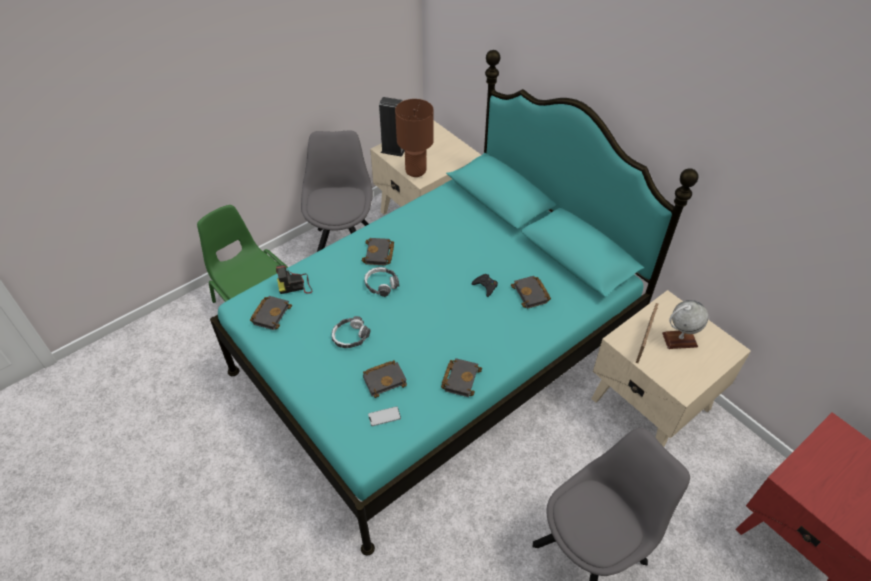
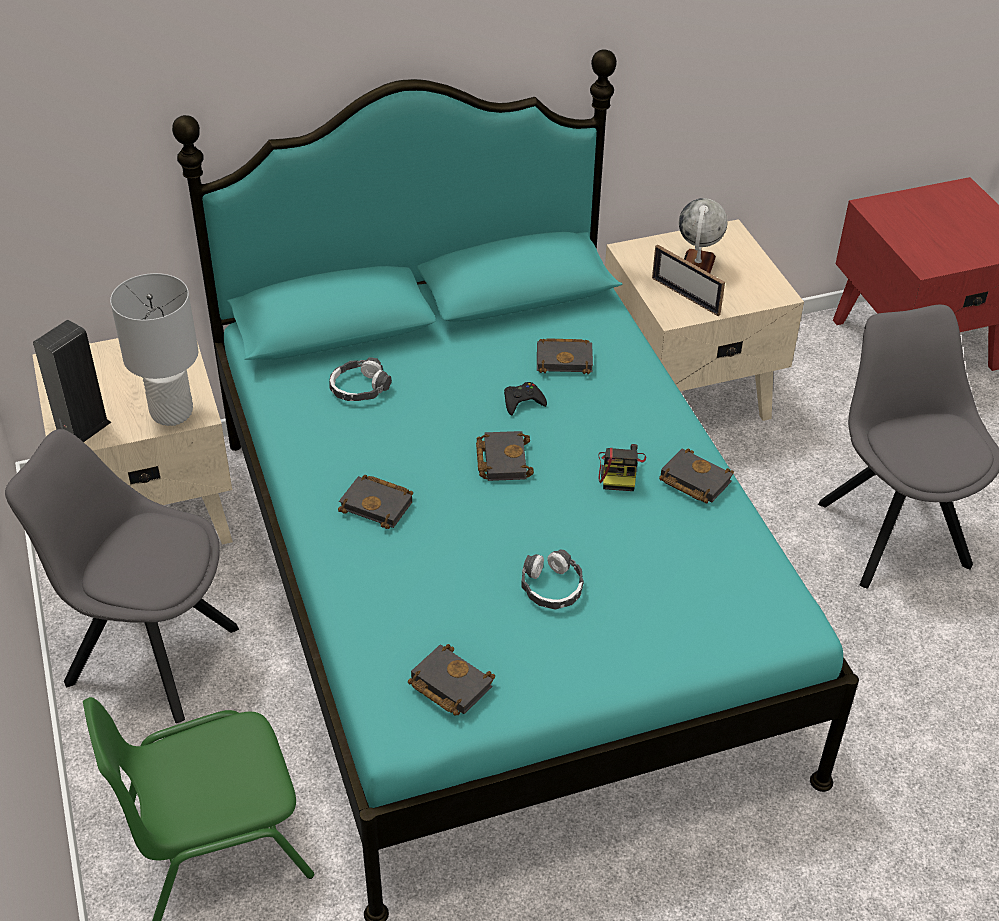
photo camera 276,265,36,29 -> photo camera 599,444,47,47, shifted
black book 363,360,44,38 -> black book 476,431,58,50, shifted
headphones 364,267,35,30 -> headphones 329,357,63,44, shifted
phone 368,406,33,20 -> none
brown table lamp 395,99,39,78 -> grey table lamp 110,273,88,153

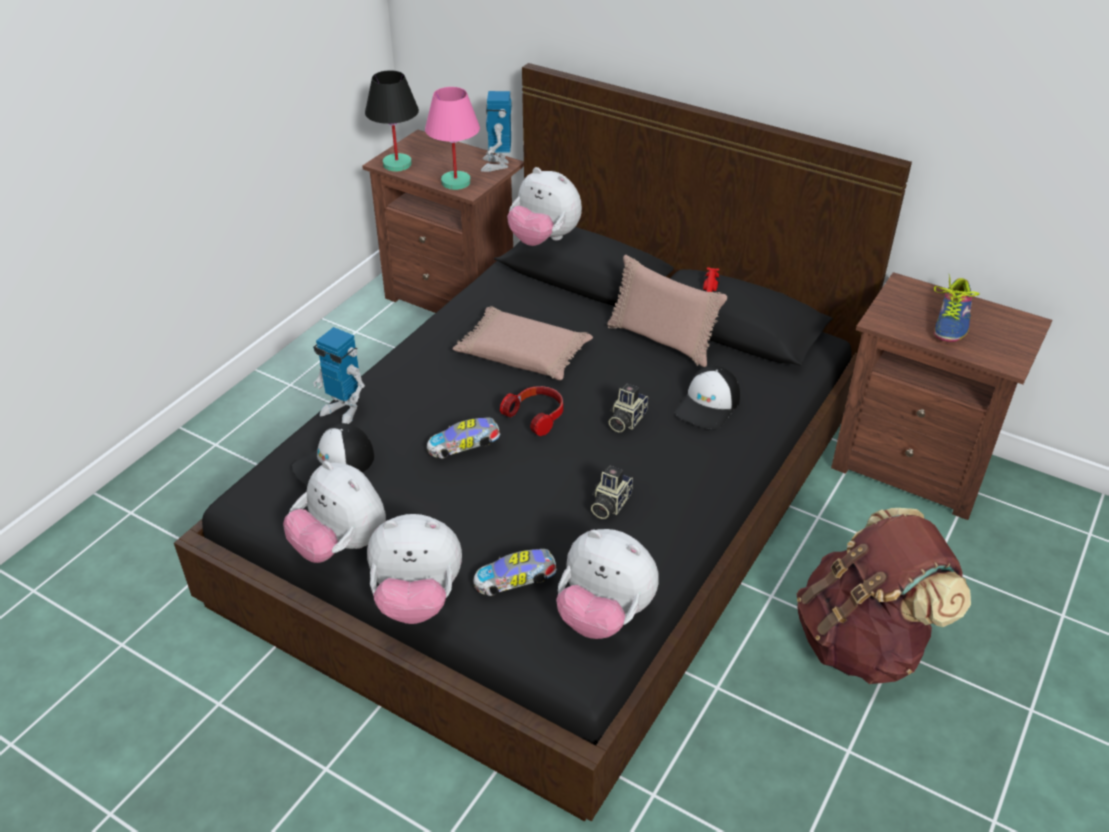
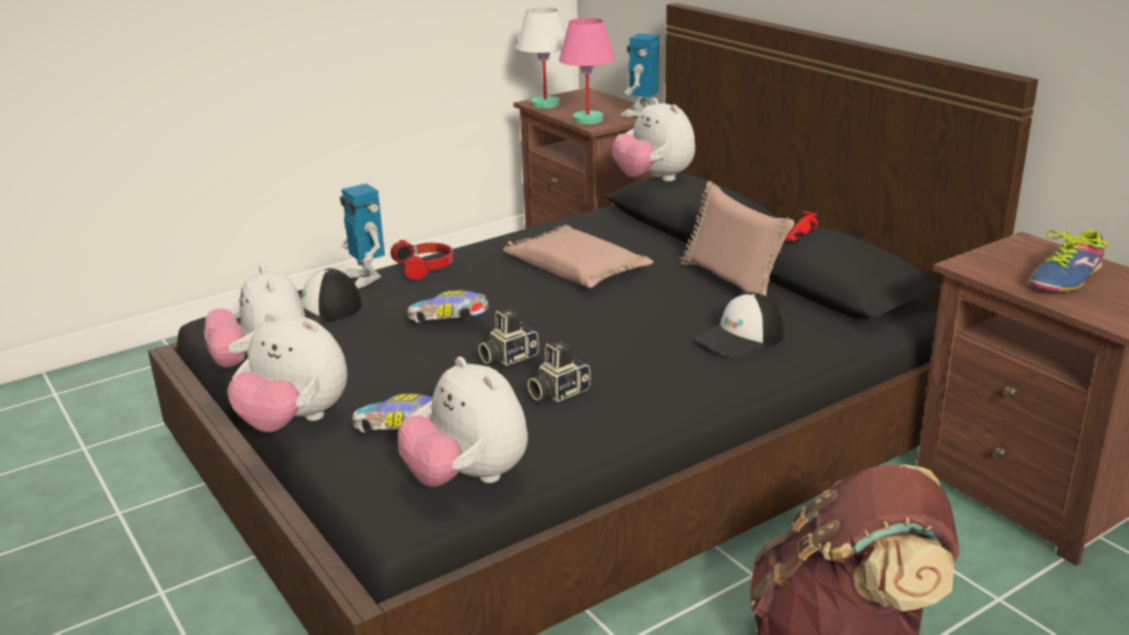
black table lamp 365,70,54,101 -> white table lamp 517,7,49,102
headphones 500,386,63,50 -> headphones 390,240,64,41, shifted
photo camera 609,383,39,49 -> photo camera 478,309,61,57, shifted

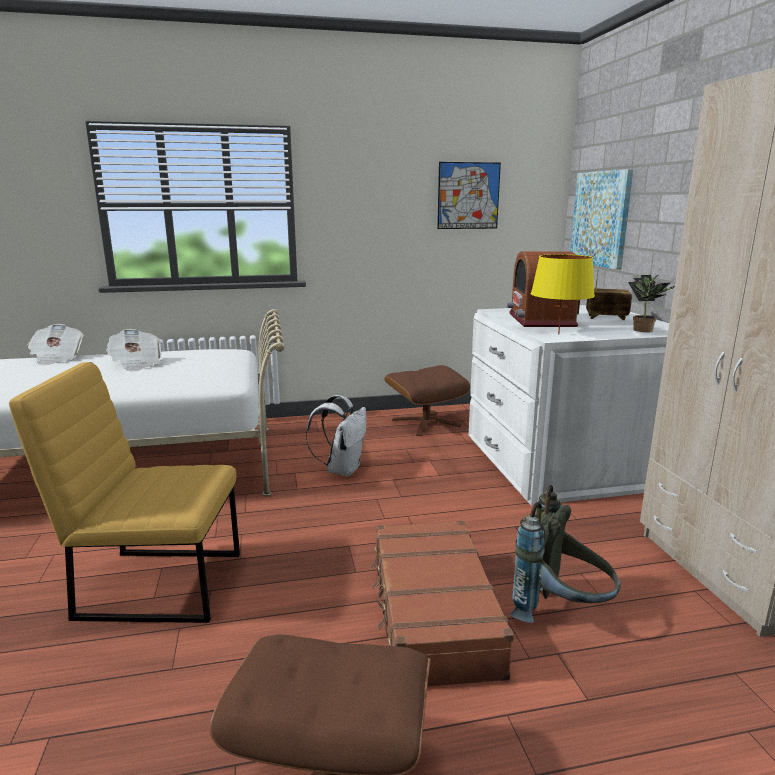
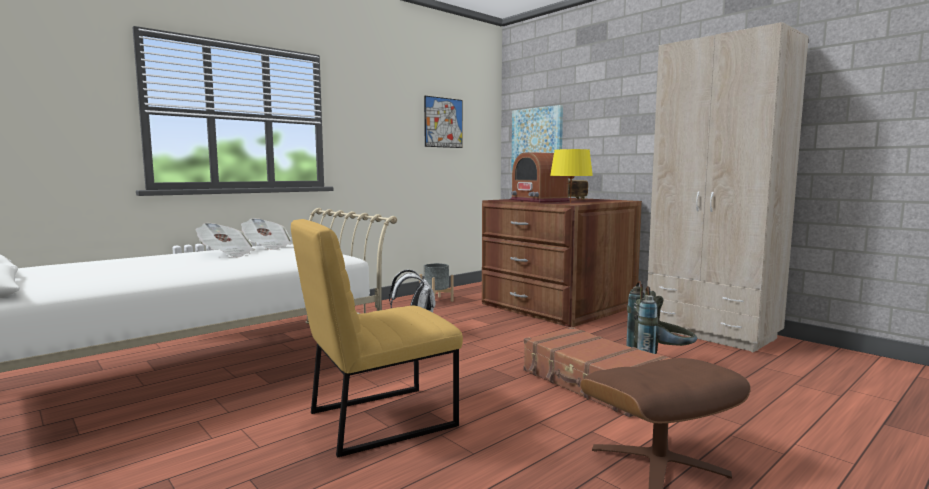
newspaper 27,324,57,41 -> newspaper 241,218,51,32, shifted
brown ottoman 384,365,87,71 -> grey planter 419,263,35,39
white dresser 469,305,200,201 -> brown dresser 482,198,160,129
potted plant 628,275,47,57 -> none

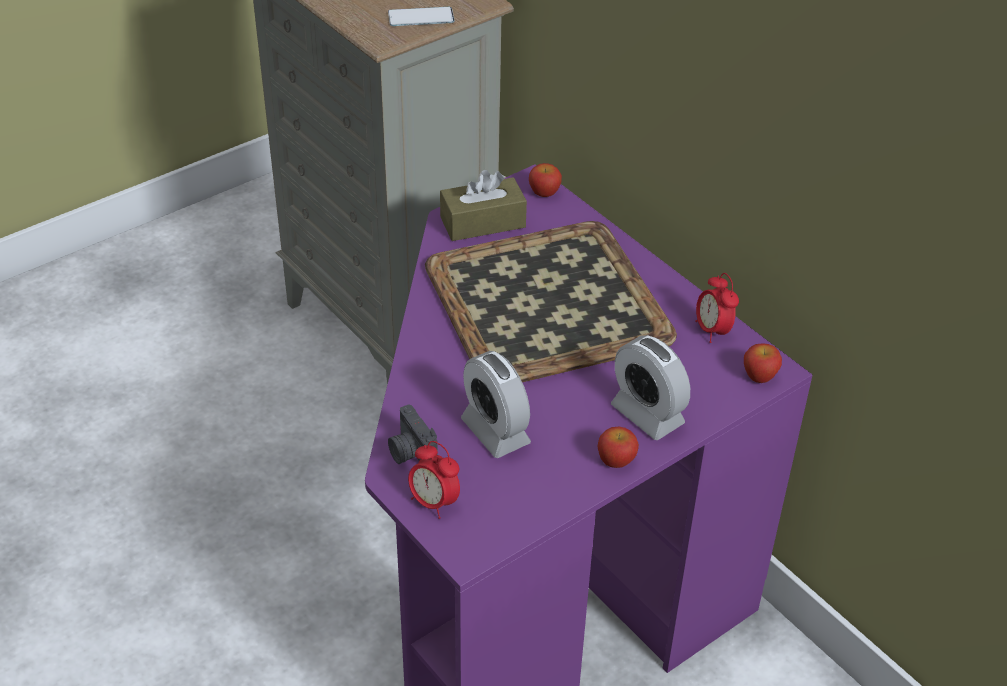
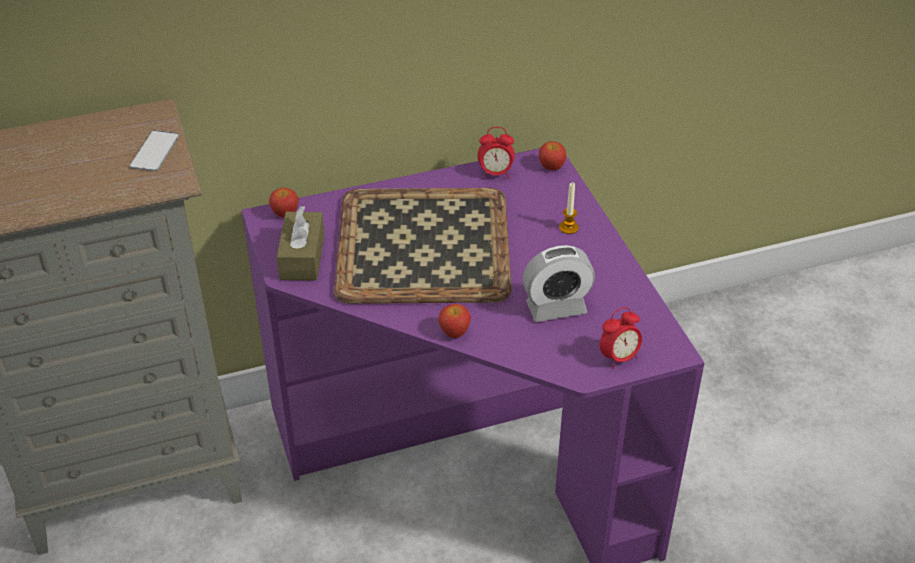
photo camera 388,405,50,59 -> none
apple 598,427,41,41 -> apple 438,304,33,34, shifted
alarm clock 611,335,79,105 -> candle 559,182,20,52

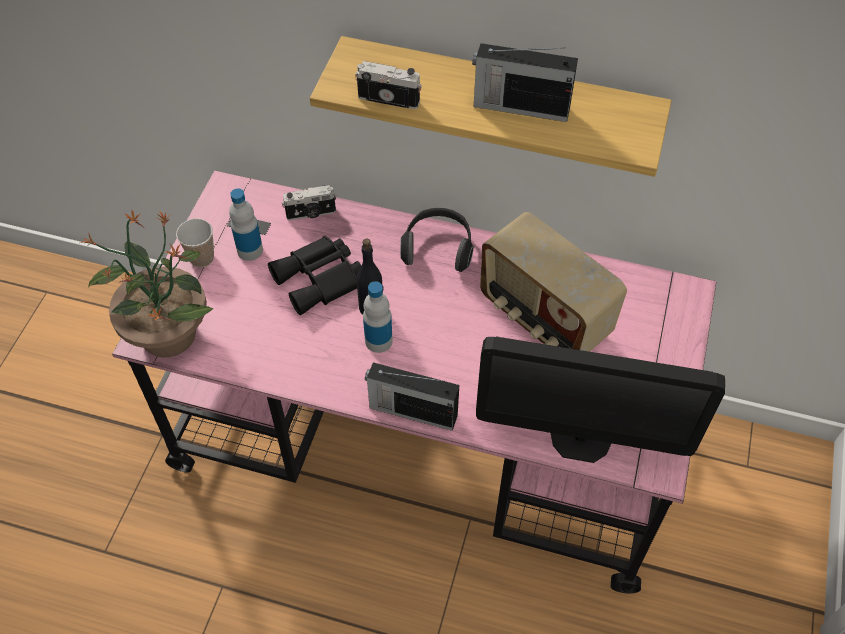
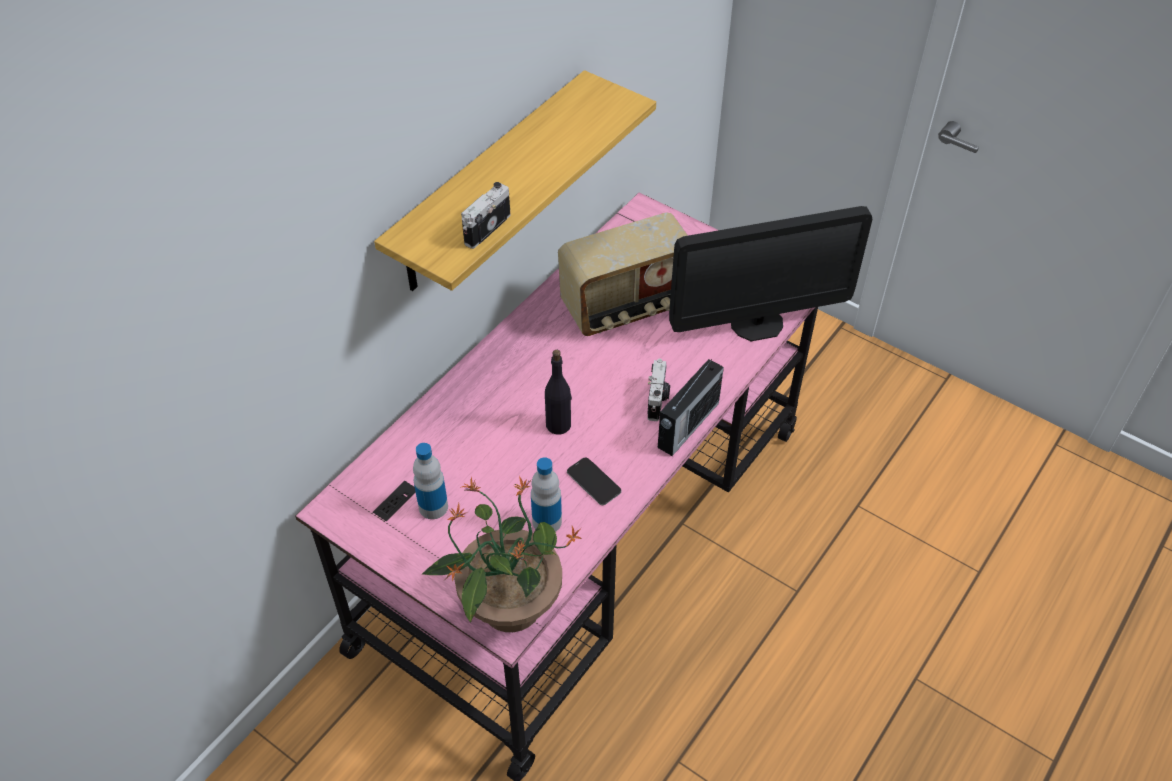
cup 176,218,38,49 -> none
black binoculars 268,236,93,79 -> none
photo camera 282,185,55,35 -> photo camera 647,358,23,63, shifted
bottle 363,281,30,72 -> bottle 531,457,31,75, shifted
headphones 400,208,74,64 -> none
radio 472,43,106,79 -> none
monitor 476,337,249,126 -> monitor 669,206,203,135, 45 degrees clockwise
none -> phone 567,457,54,48

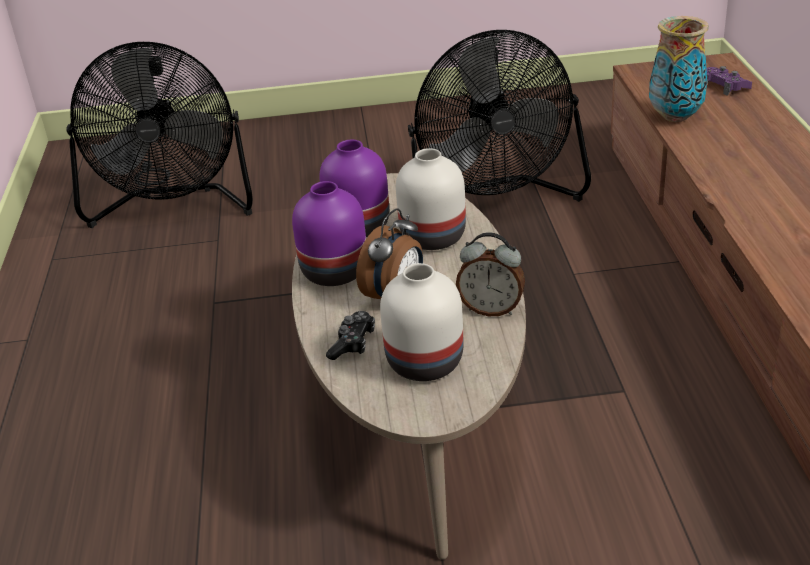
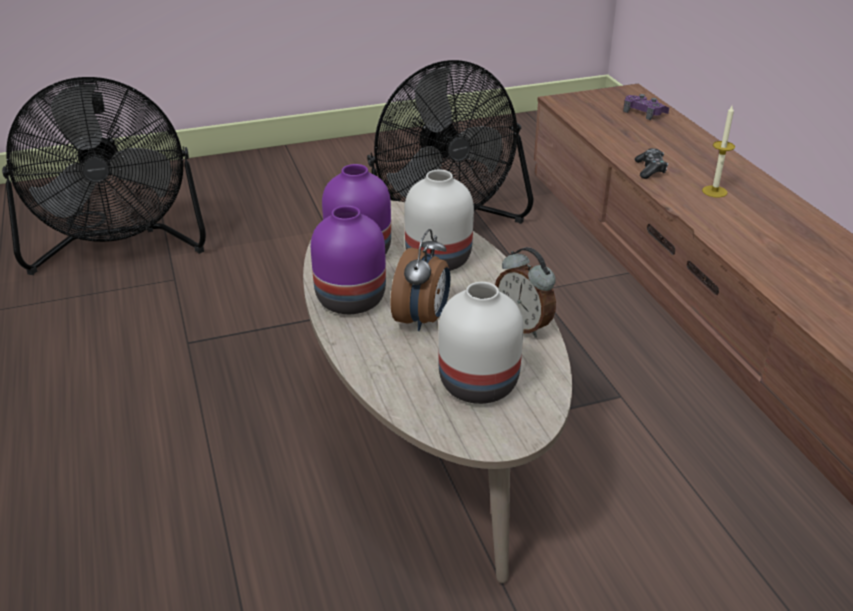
game controller 326,311,49,49 -> game controller 635,148,33,31, shifted
alarm clock 456,232,69,84 -> alarm clock 495,247,61,90, 45 degrees clockwise
vase 649,16,60,106 -> none
none -> candle 702,106,33,92

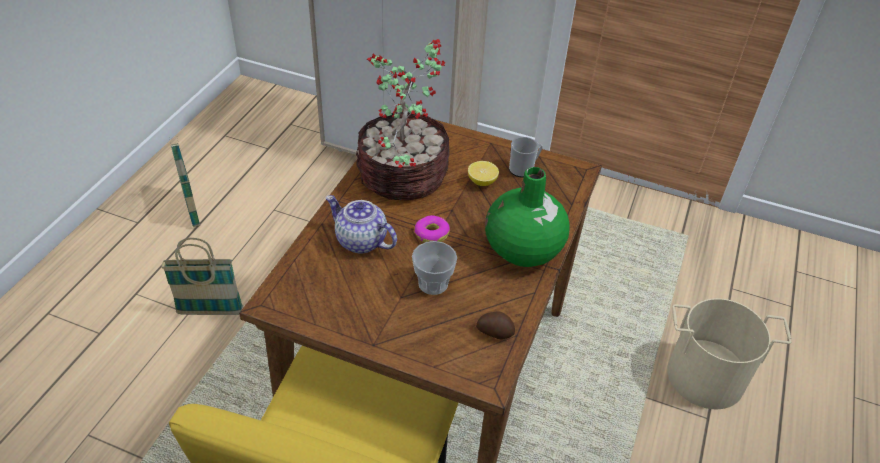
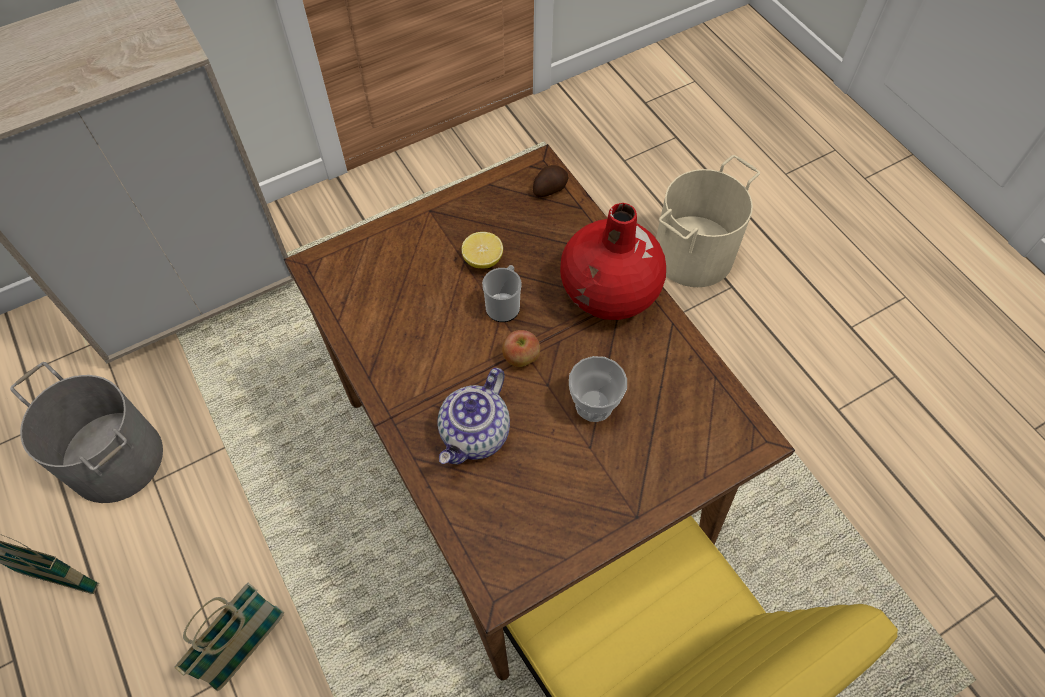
teapot 326,195,71,59 -> teapot 438,368,72,97, 45 degrees counterclockwise
potted plant 356,39,94,162 -> none
donut 415,215,35,27 -> apple 502,330,38,37
potato 476,311,39,28 -> potato 533,165,36,32, shifted
green vase 485,167,85,100 -> red vase 560,203,106,117
mug 509,137,34,41 -> mug 482,265,39,57, shifted
none -> grey bucket 10,362,153,141

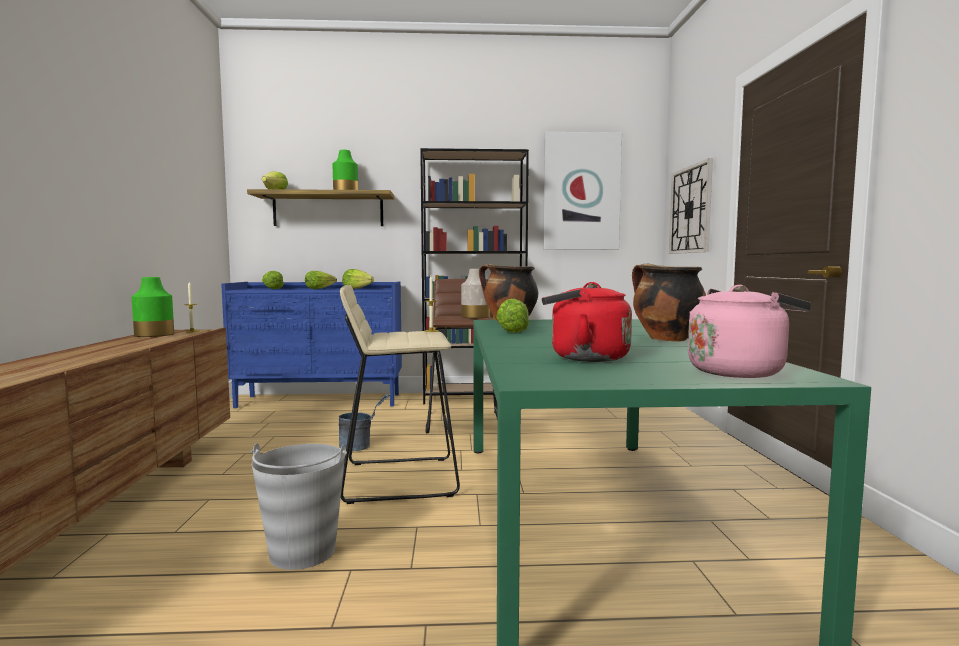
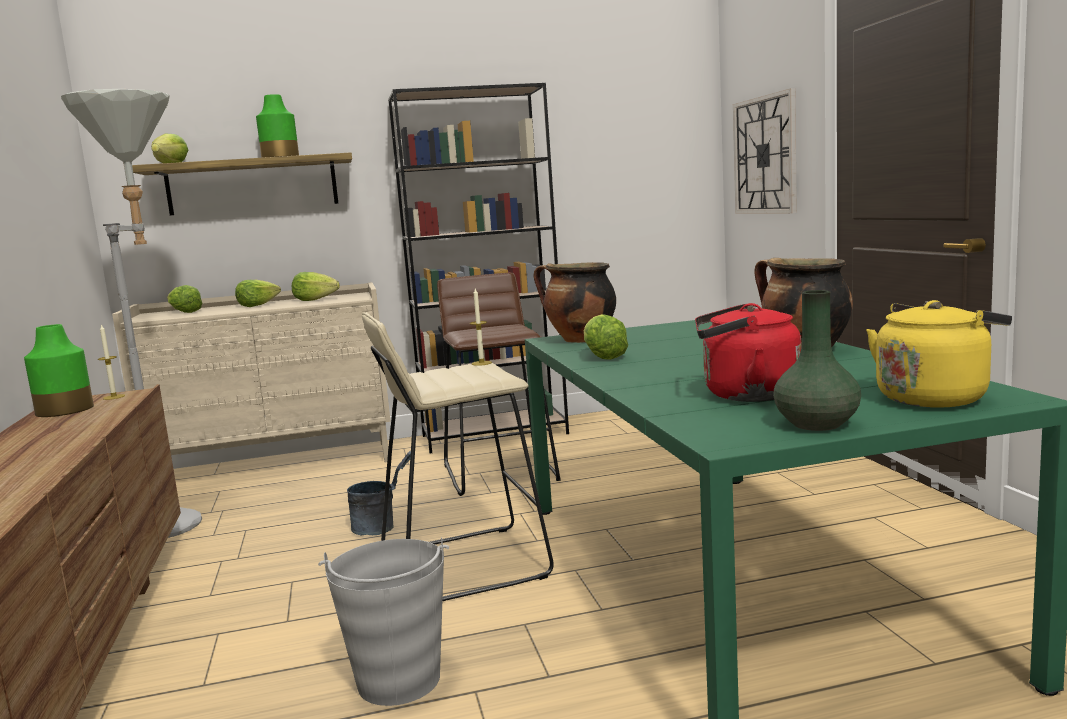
blue dresser 221,282,181,126 -> beige dresser 112,282,279,180
beige vase 461,269,29,49 -> none
picture 543,132,79,118 -> none
pink kettle 688,285,123,93 -> yellow kettle 866,300,146,108
none -> grey floor lamp 61,89,141,449
none -> green vase 773,290,88,141

